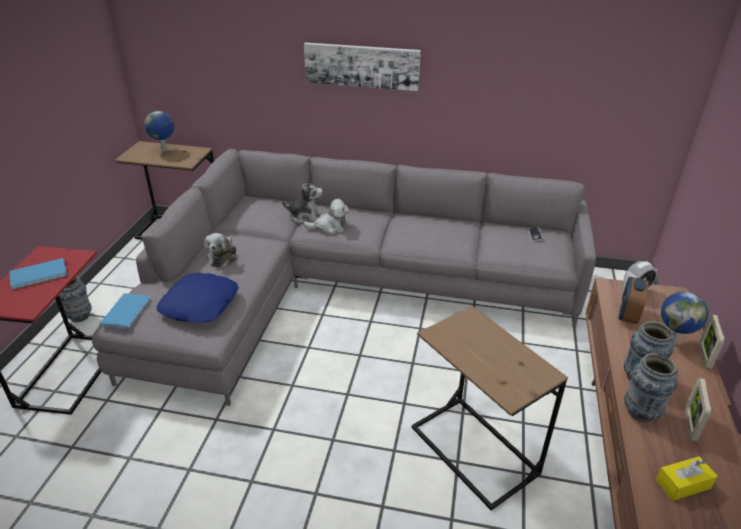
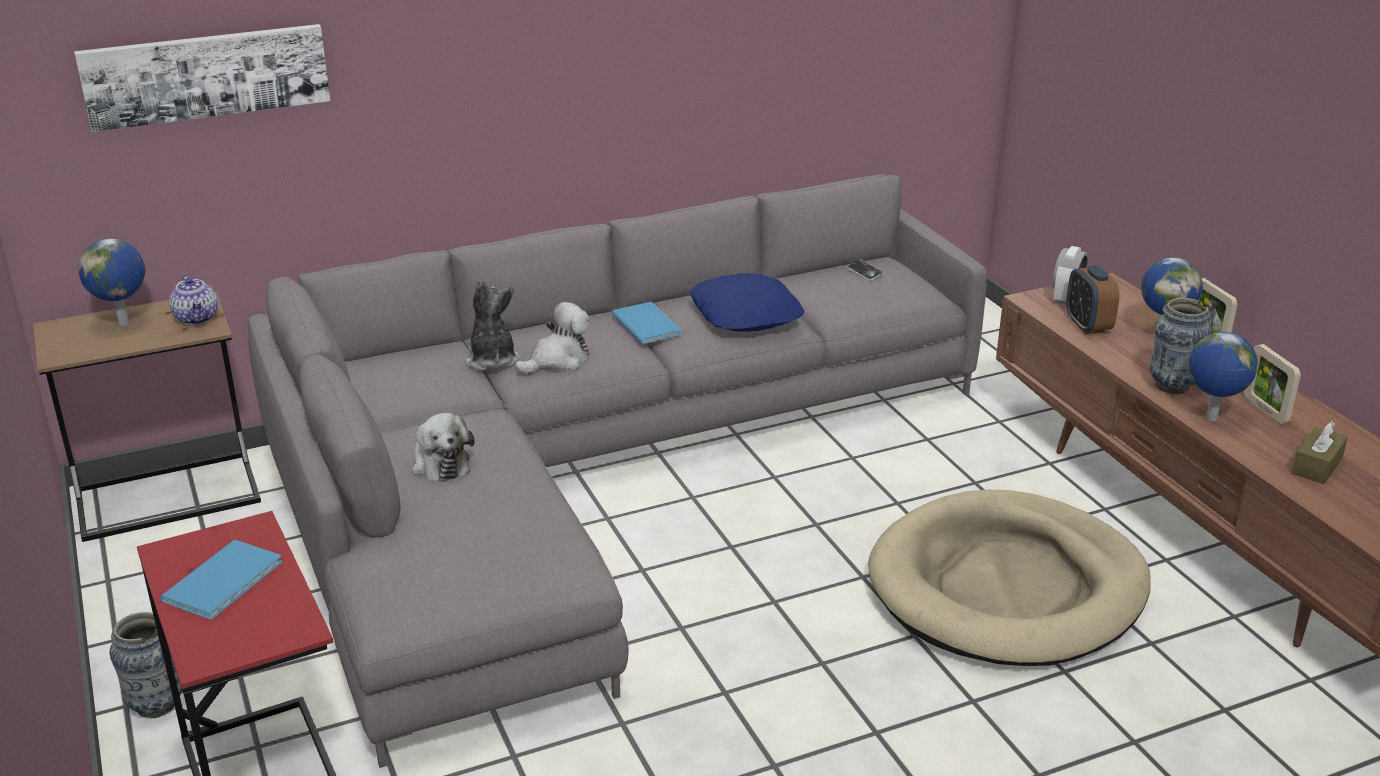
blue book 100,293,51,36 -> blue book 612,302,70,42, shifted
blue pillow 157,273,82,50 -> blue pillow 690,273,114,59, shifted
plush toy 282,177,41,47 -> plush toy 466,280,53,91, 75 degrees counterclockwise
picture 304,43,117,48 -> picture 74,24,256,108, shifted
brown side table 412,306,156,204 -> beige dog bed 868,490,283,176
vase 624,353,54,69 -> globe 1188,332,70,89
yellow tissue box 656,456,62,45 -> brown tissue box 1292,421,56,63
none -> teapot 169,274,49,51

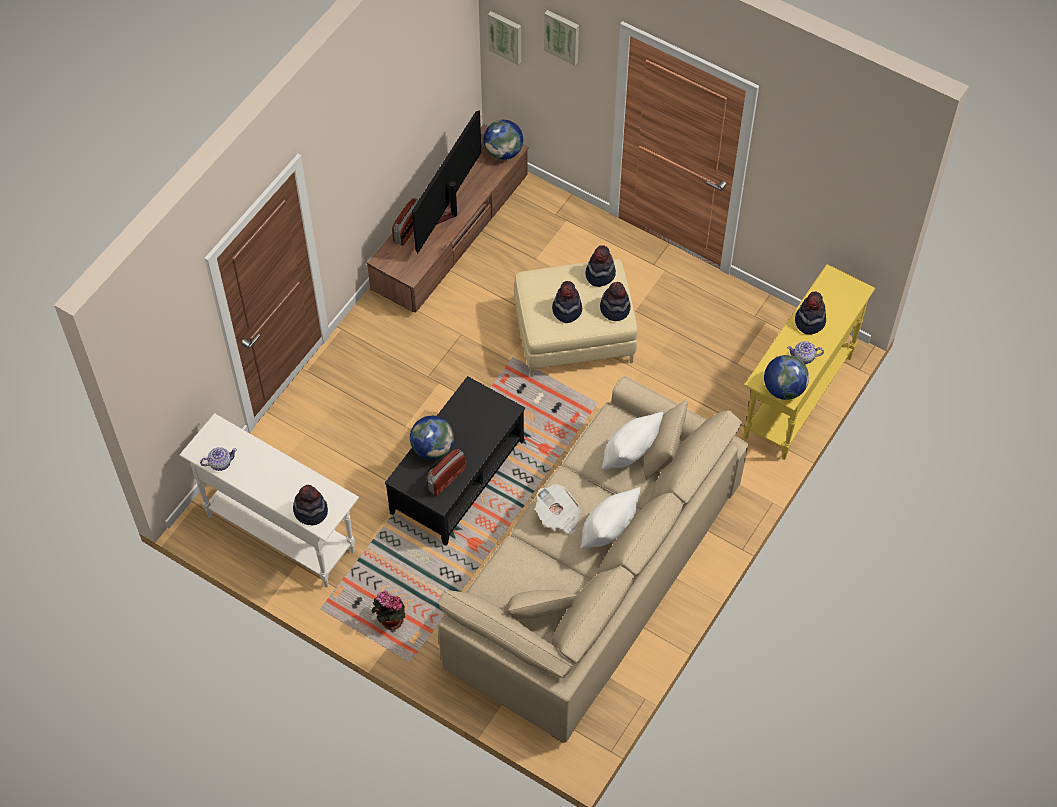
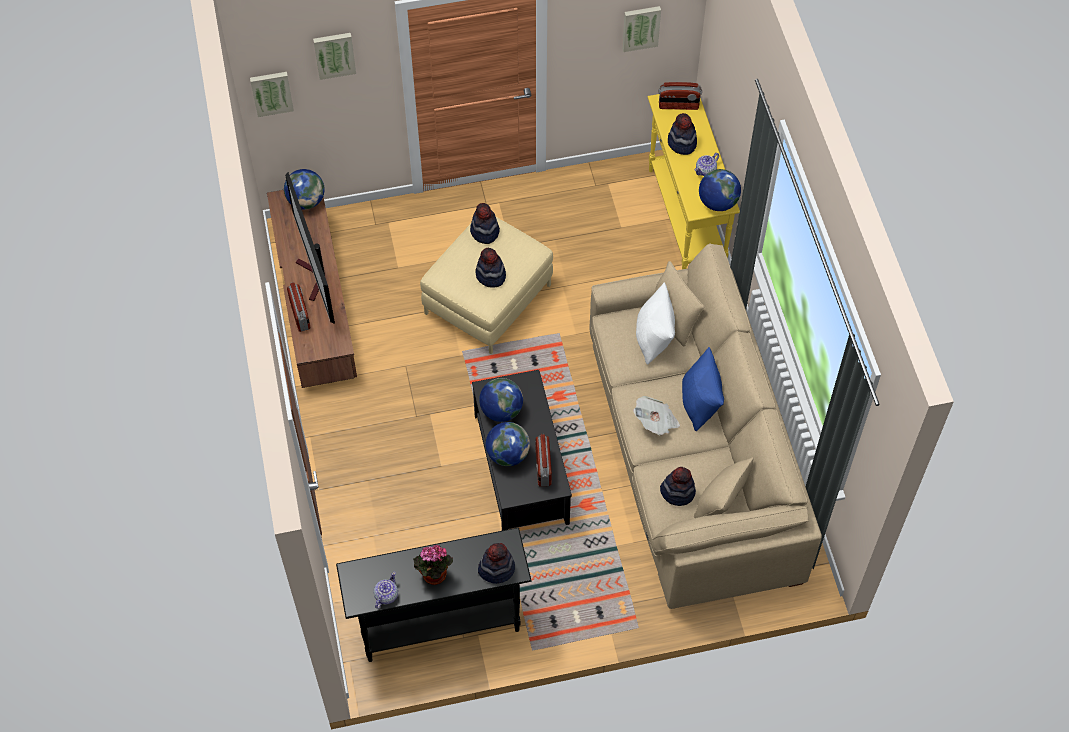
white console table 179,413,180,174 -> black console table 336,528,196,134
potted plant 372,590,33,40 -> potted plant 413,545,40,40, shifted
white pillow 581,487,59,62 -> blue pillow 682,347,42,85
hat 600,282,31,39 -> hat 660,467,36,39, shifted
none -> globe 479,378,44,44
none -> picture 622,6,39,46
none -> radio 658,82,44,28

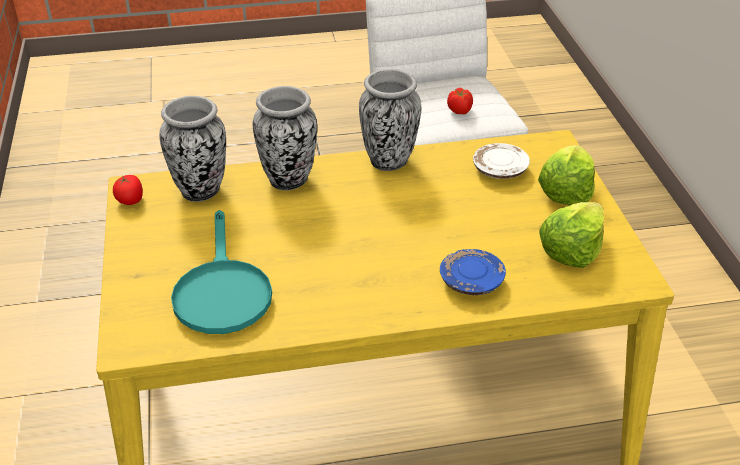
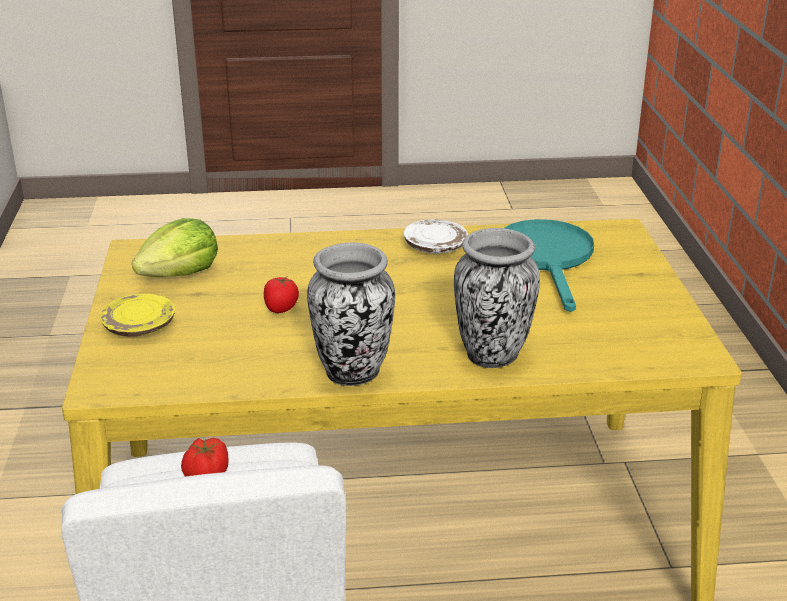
tomato 113,175,30,30 -> tomato 264,277,35,36, shifted
vase 159,96,67,106 -> none
blue plate 440,249,66,46 -> none
white plate 473,143,57,36 -> white plate 403,219,65,35, shifted
lettuce 538,145,57,60 -> yellow plate 100,294,75,43

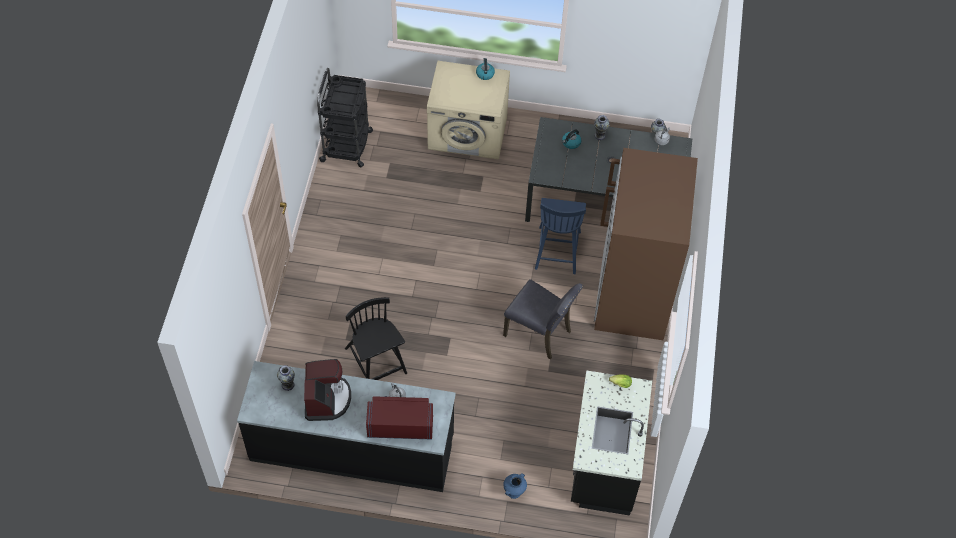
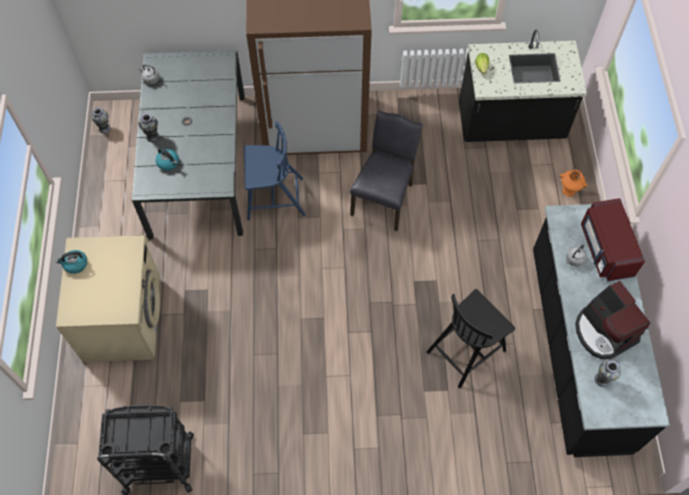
coffee machine 304,359,47,62 -> coffee machine 575,281,76,78, 105 degrees counterclockwise
blue vase 503,473,24,26 -> orange vase 560,170,27,27

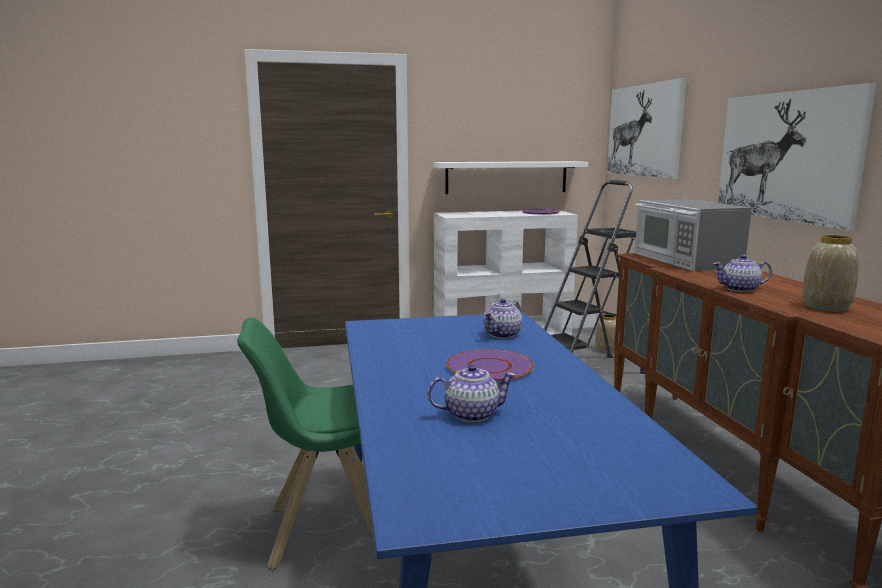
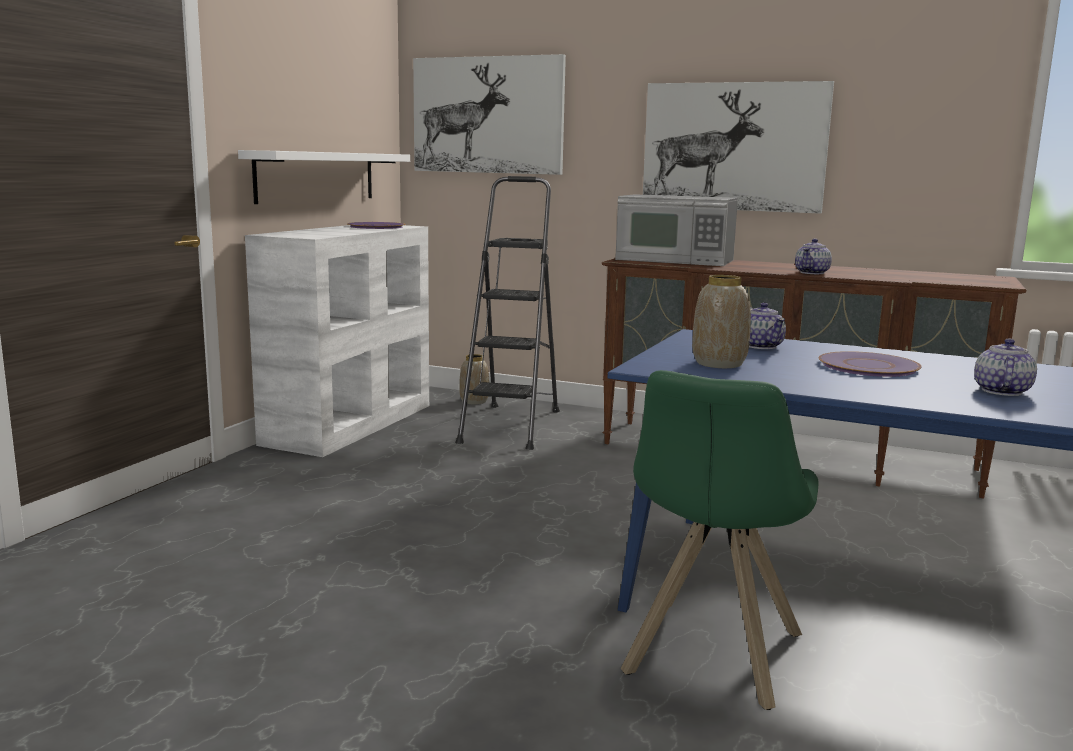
vase 802,235,57,77 -> vase 692,275,59,93, shifted

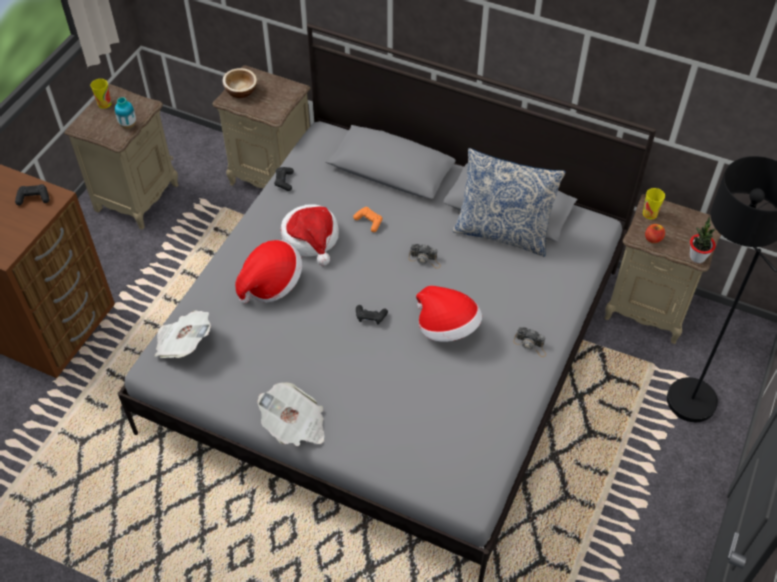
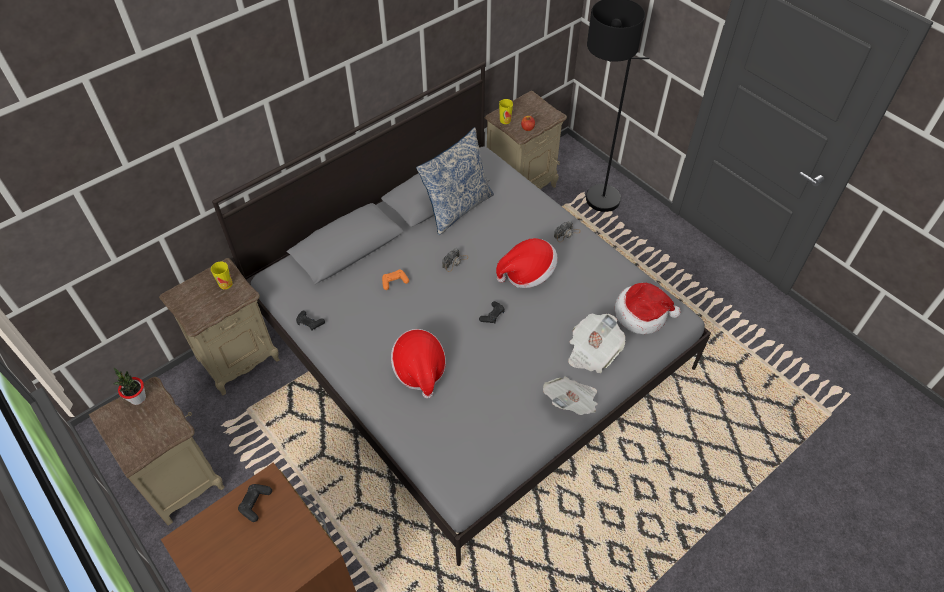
cup 91,79,20,30 -> cup 211,262,21,27, shifted
vase 115,97,21,32 -> none
newspaper 155,310,56,48 -> newspaper 568,314,57,59, shifted
bowl 223,68,34,30 -> none
hat 281,204,58,62 -> hat 615,283,66,51, shifted
potted plant 690,217,26,46 -> potted plant 114,368,32,37, shifted

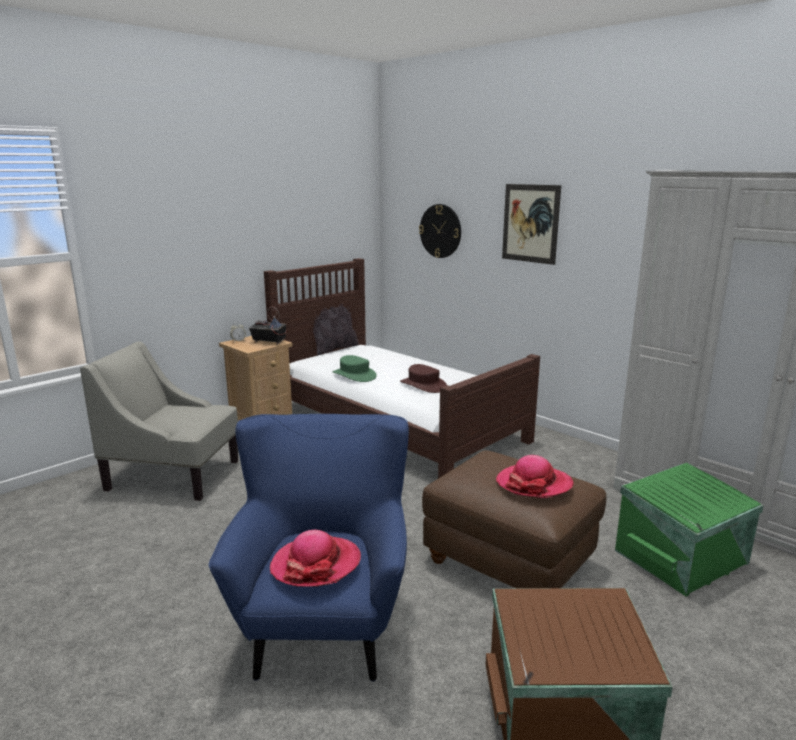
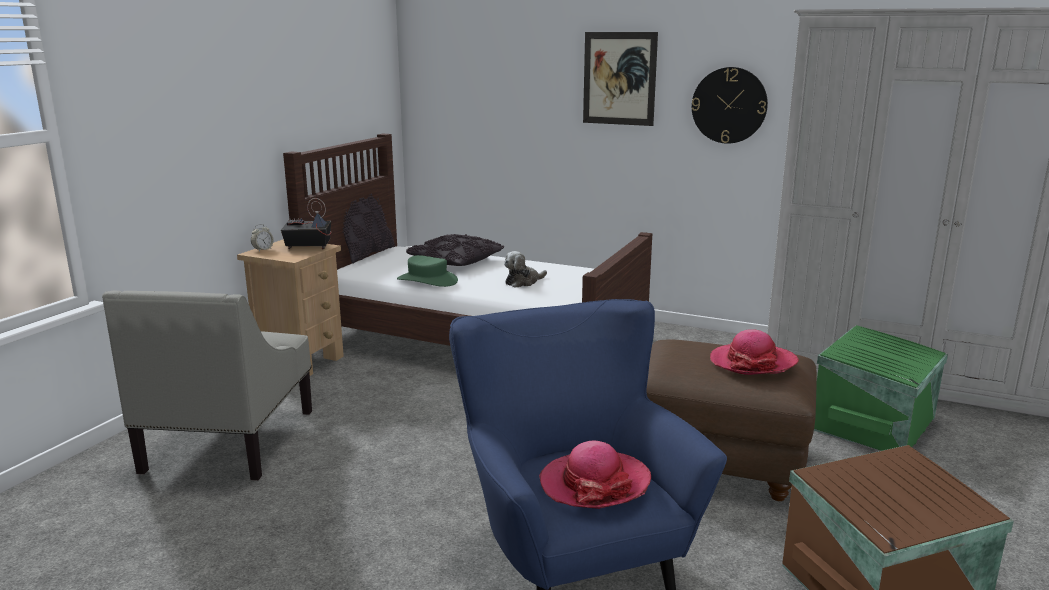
grey armchair 80,342,158,159 -> grey armchair 102,291,210,190, 75 degrees counterclockwise
brown hat 400,364,47,29 -> plush toy 504,251,43,37
wall clock 419,204,42,54 -> wall clock 692,67,76,77, shifted
none -> black pillow 406,234,98,32

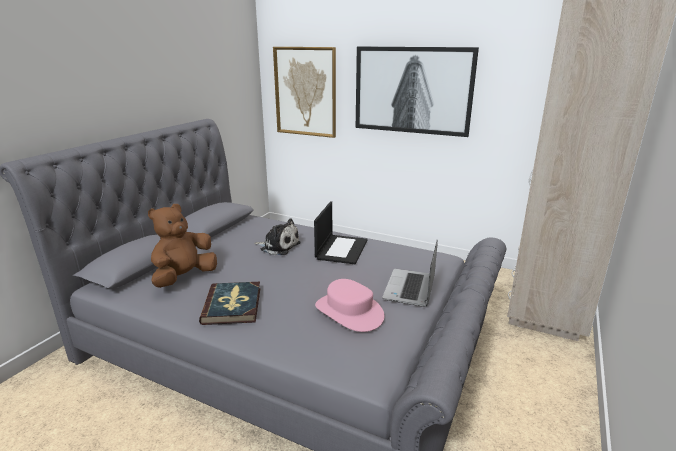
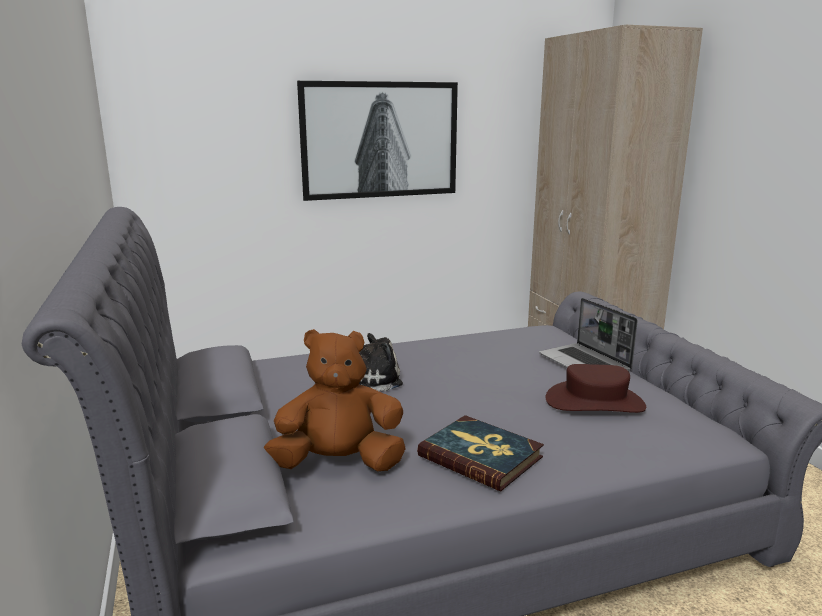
brown plush toy 148,204,69,84 -> brown plush toy 264,329,142,142, 90 degrees clockwise
picture 273,47,63,91 -> none
laptop 314,201,54,63 -> none
pink hat 315,279,69,53 -> brown hat 546,364,100,49

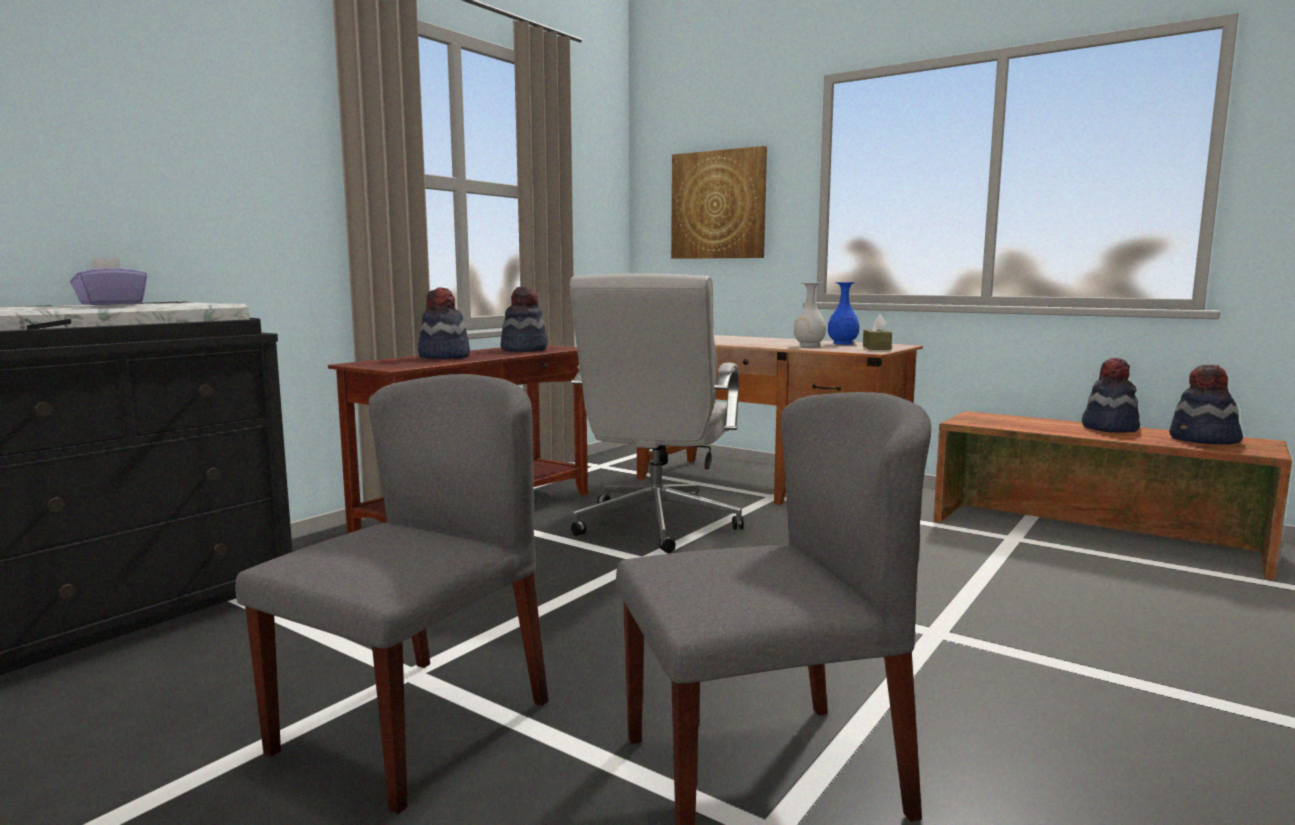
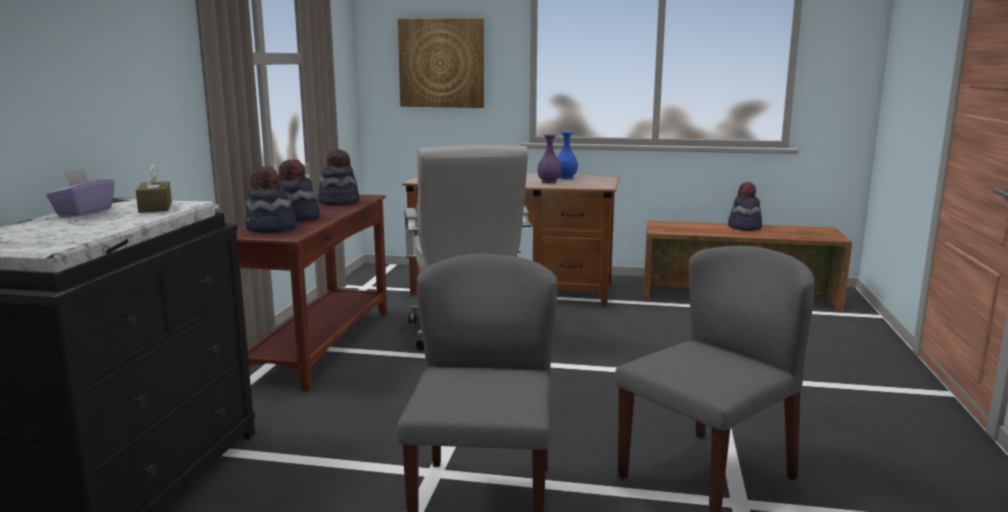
white vase 794,282,32,65 -> purple vase 537,134,24,49
brown tissue box 863,314,29,36 -> brown tissue box 136,164,36,49, shifted
hat 1169,365,74,79 -> hat 245,166,52,67, shifted

